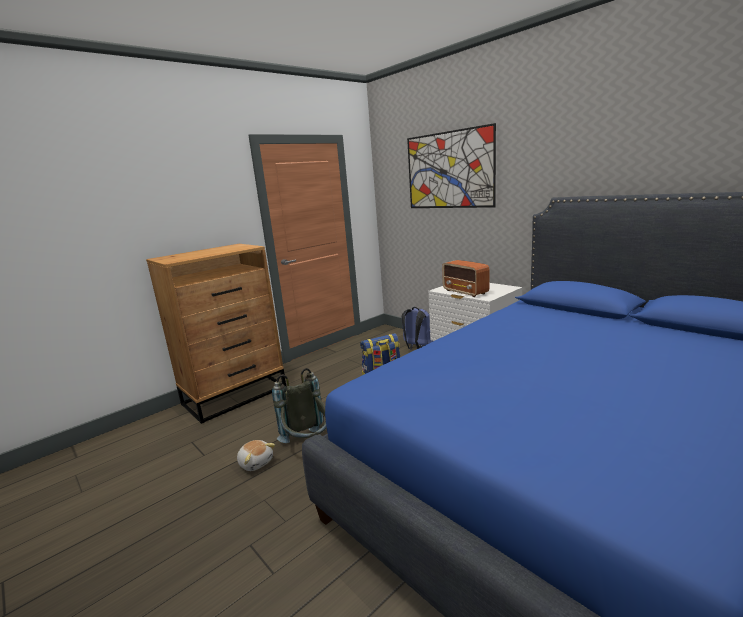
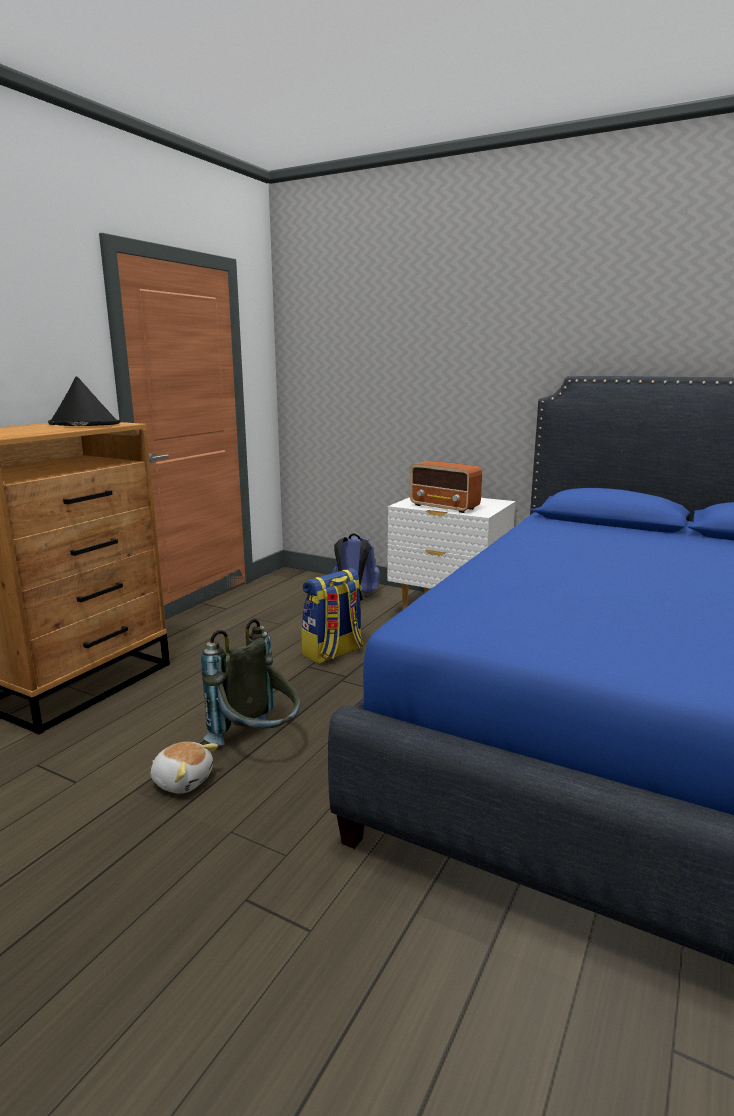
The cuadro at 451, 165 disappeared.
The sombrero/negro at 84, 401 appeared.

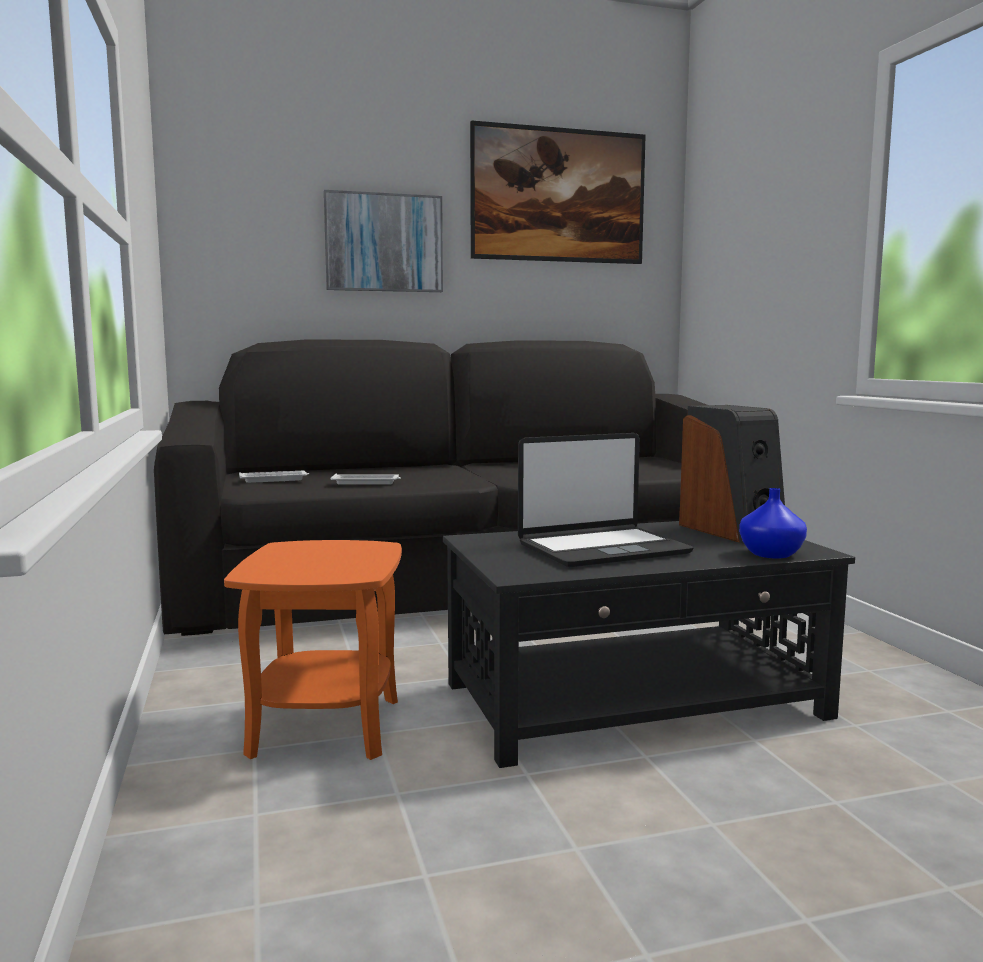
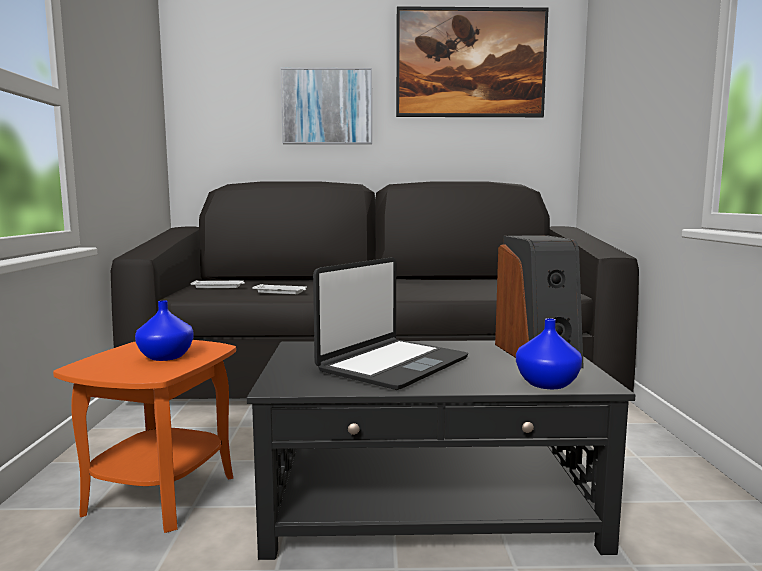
The florero/azul at 164, 331 appeared.
The portátil at 605, 500 turned 45 degrees counterclockwise.

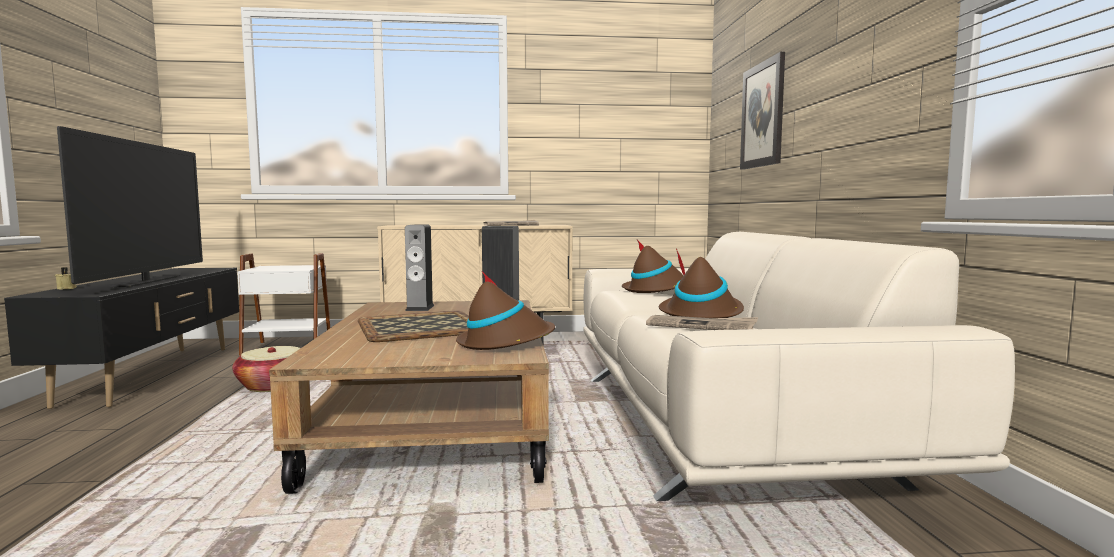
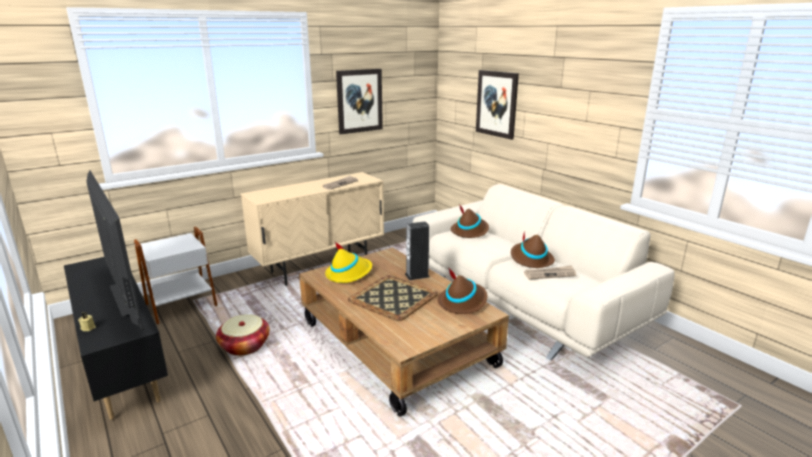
The cuadro at 359, 102 appeared.
The altavoz at 419, 267 was replaced by the sombrero/amarillo at 348, 262.

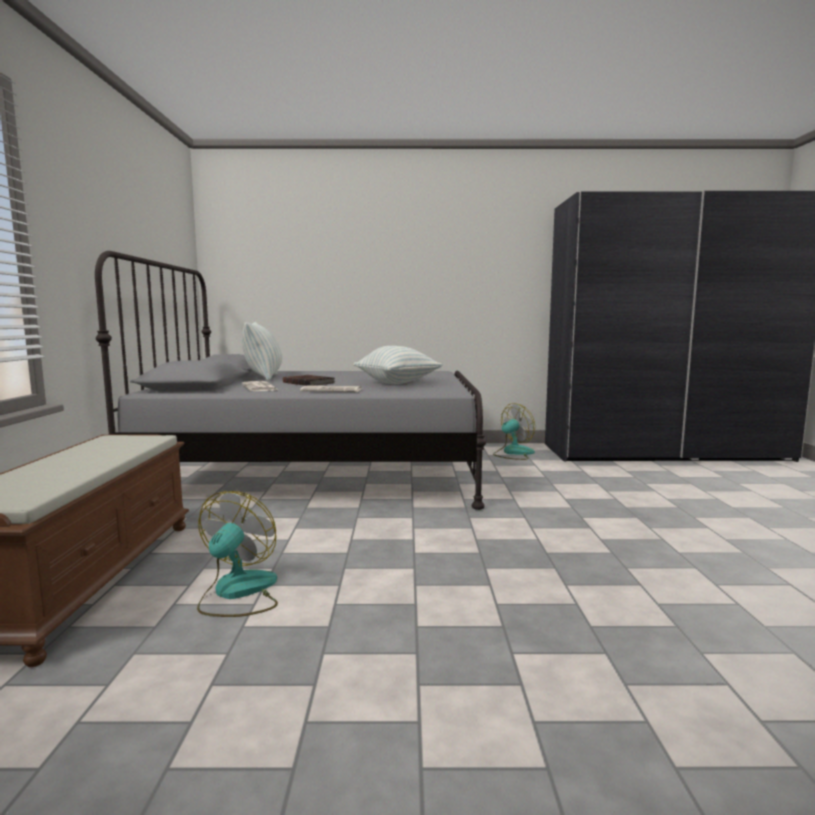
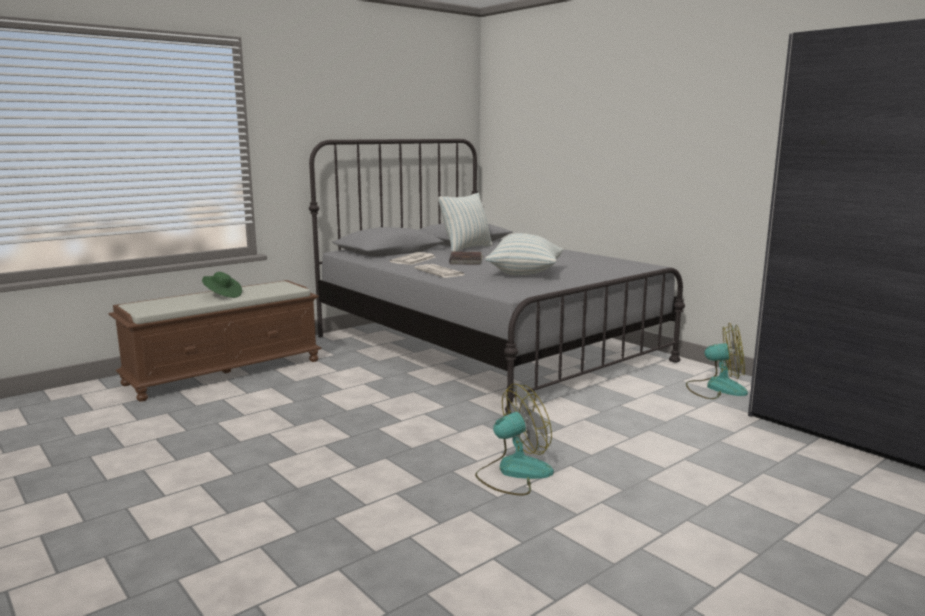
The sombrero/verde at 222, 285 appeared.
The ventilador moved from 237, 554 to 514, 440.

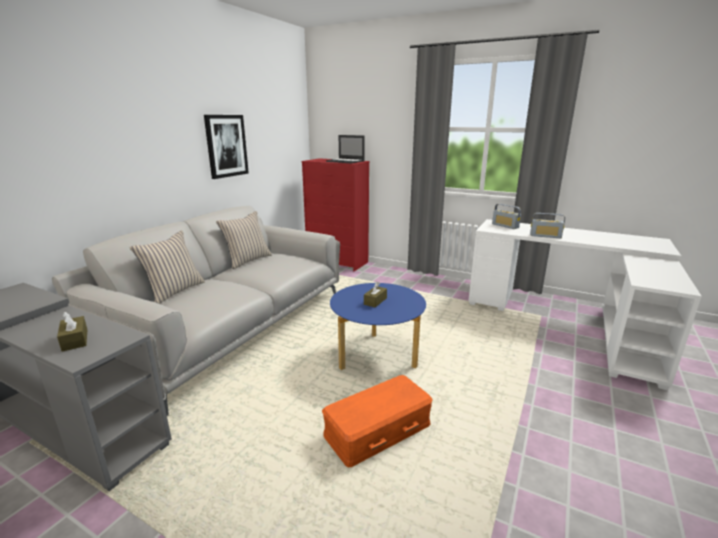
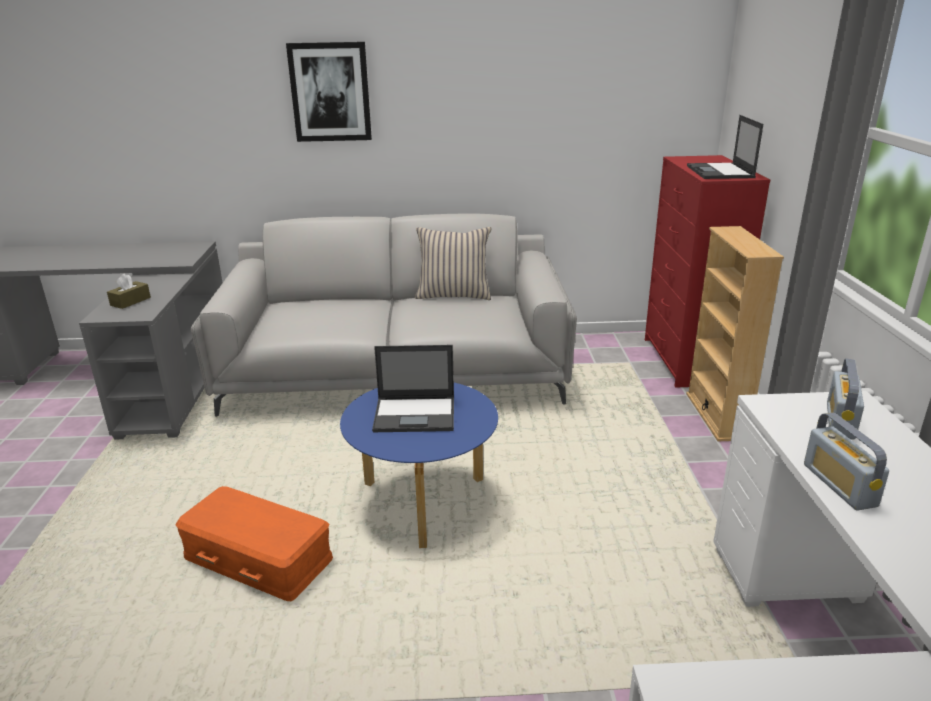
The cojín/beis at 167, 267 disappeared.
The estantería/beis at 735, 333 appeared.
The cuadro moved from 226, 147 to 329, 92.
The caja de pañuelos/marrón at 375, 295 was replaced by the portátil at 413, 388.

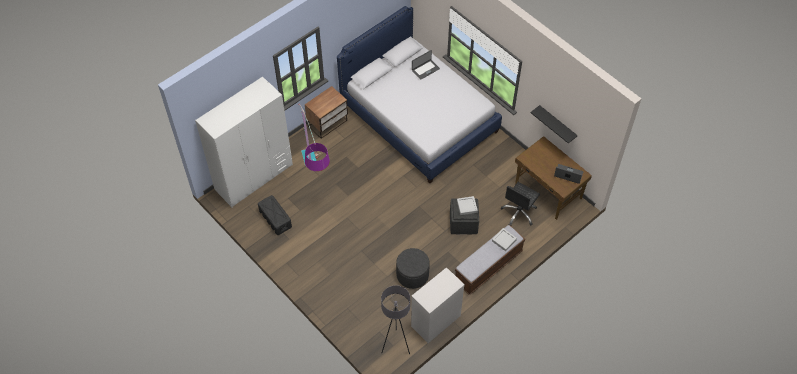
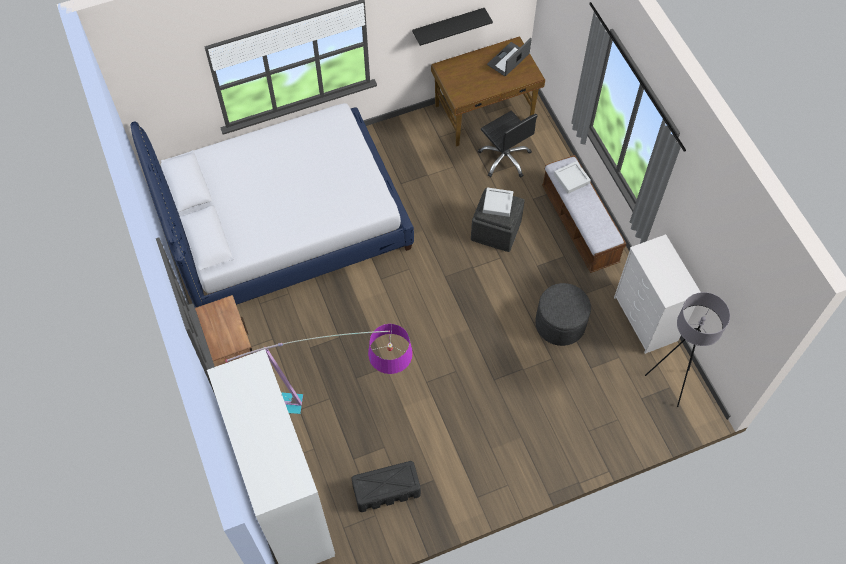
The portátil at 426, 65 disappeared.

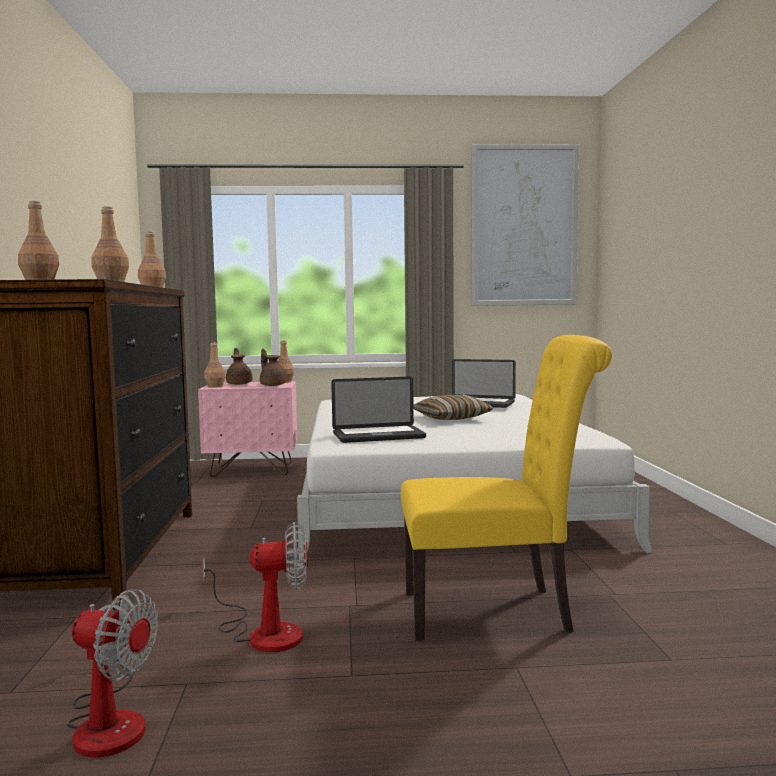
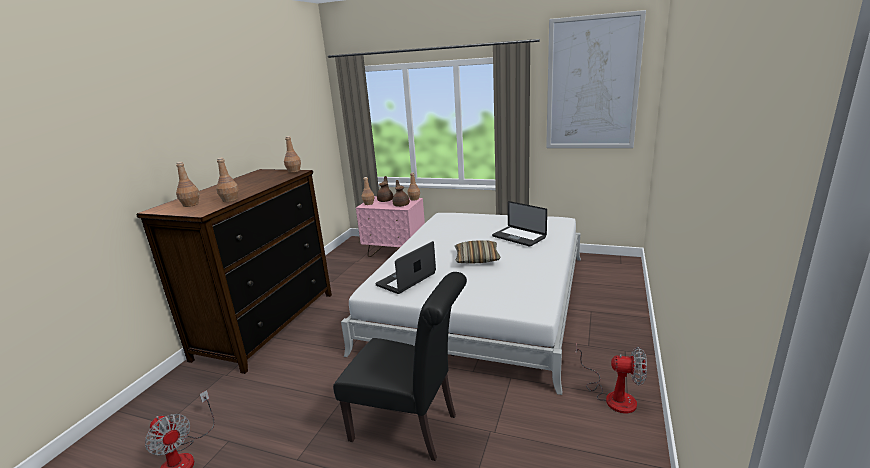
The ventilador moved from 255, 587 to 611, 377.
The silla/amarillo at 506, 488 became the silla/negro at 400, 366.
The portátil at 378, 410 turned 120 degrees clockwise.

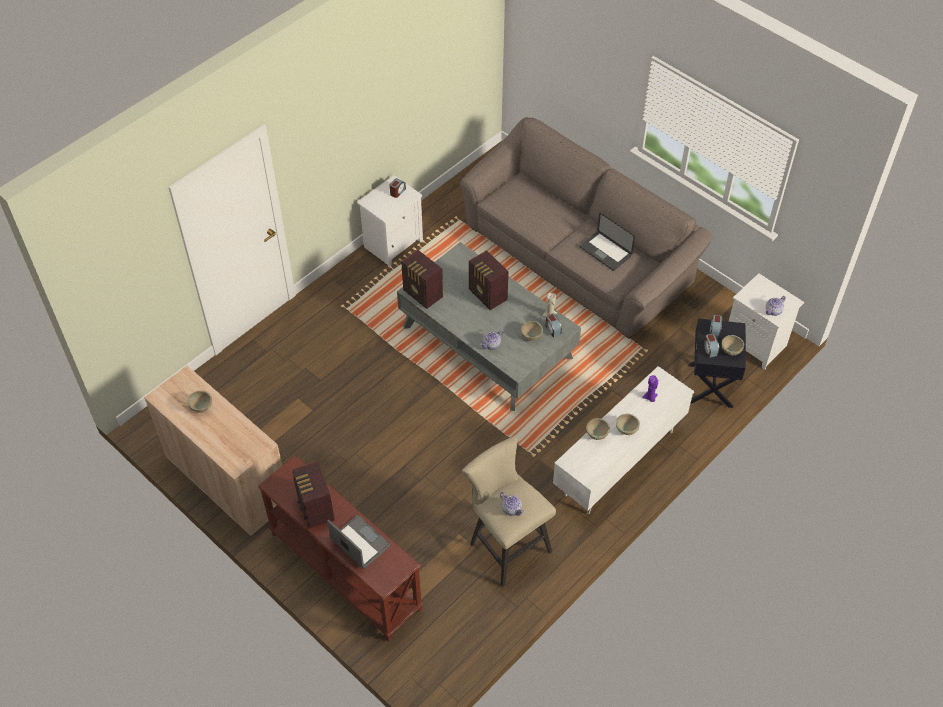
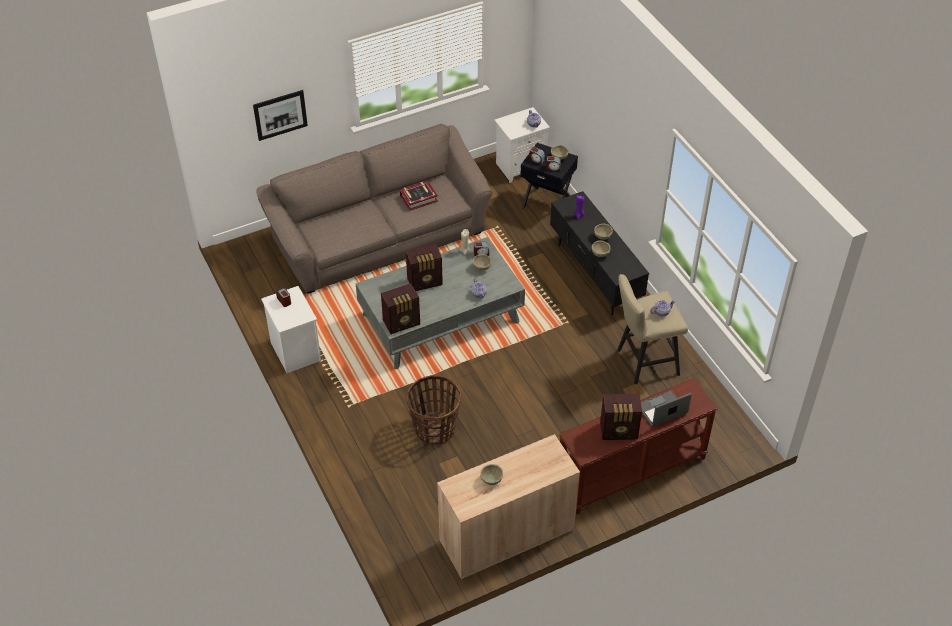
The cuadro at 280, 115 appeared.
The cesta at 433, 410 appeared.
The portátil at 607, 241 was replaced by the libro at 419, 196.
The mueble de televisión/blanco at 623, 440 became the mueble de televisión/negro at 599, 253.

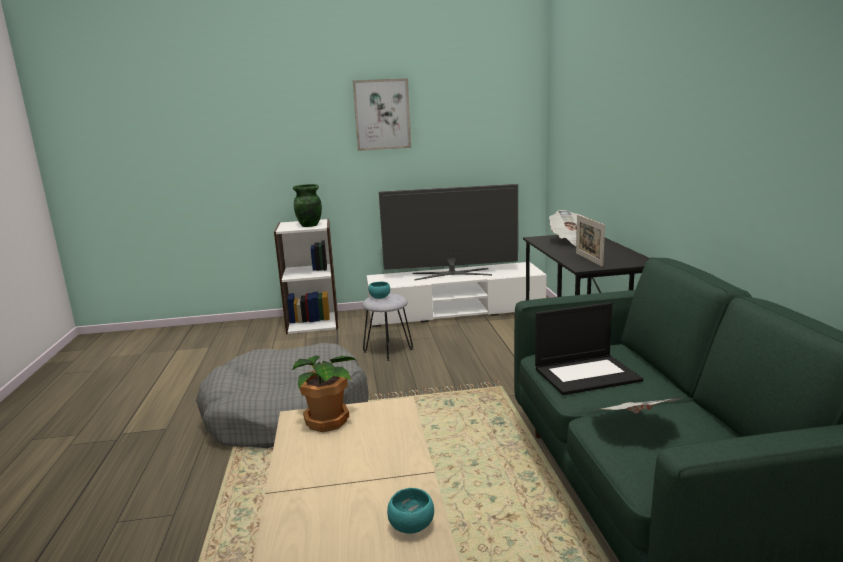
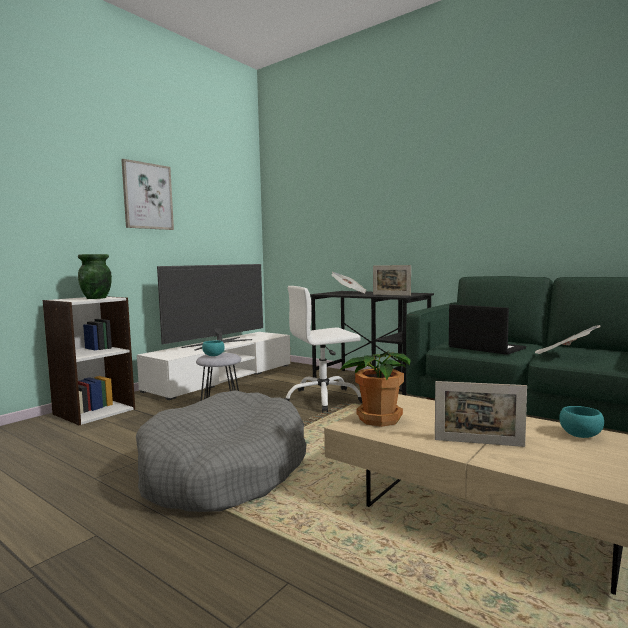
The silla de oficina/blanco at 323, 349 appeared.
The portarretratos at 481, 414 appeared.
The portátil at 589, 348 turned 75 degrees counterclockwise.

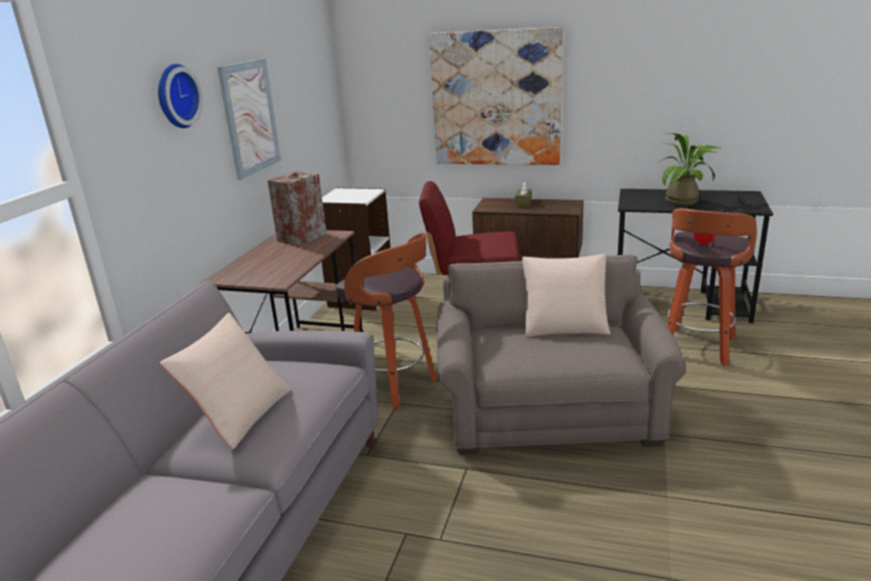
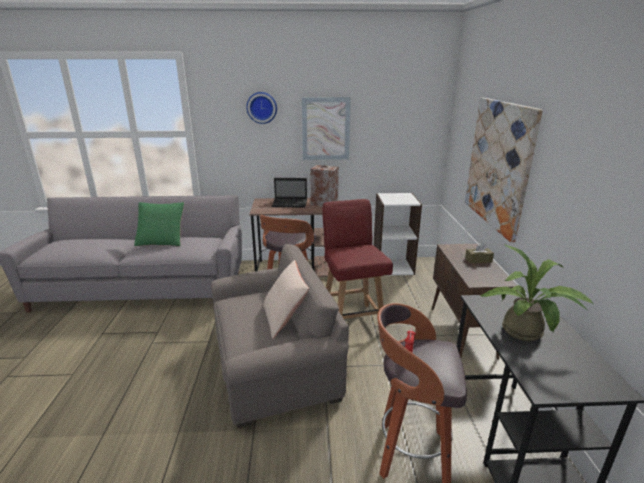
The portátil at 289, 193 appeared.
The cojín/beis at 225, 381 became the cojín/verde at 159, 224.

